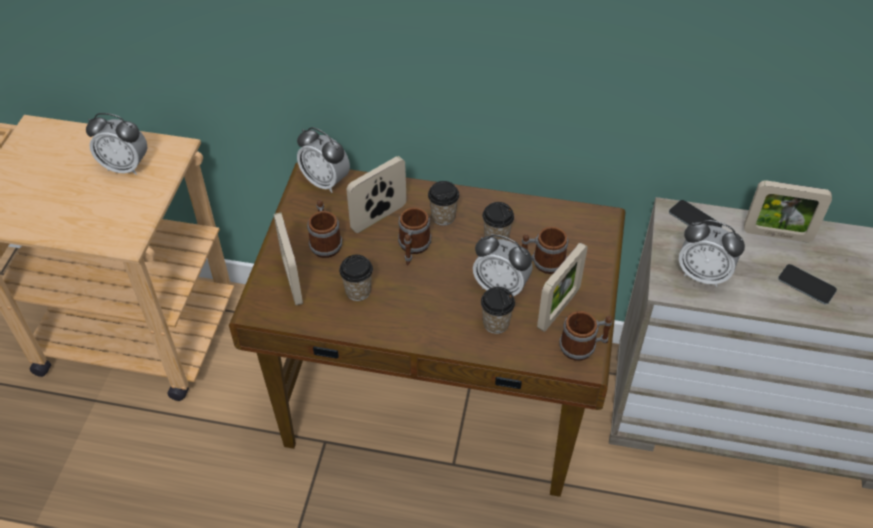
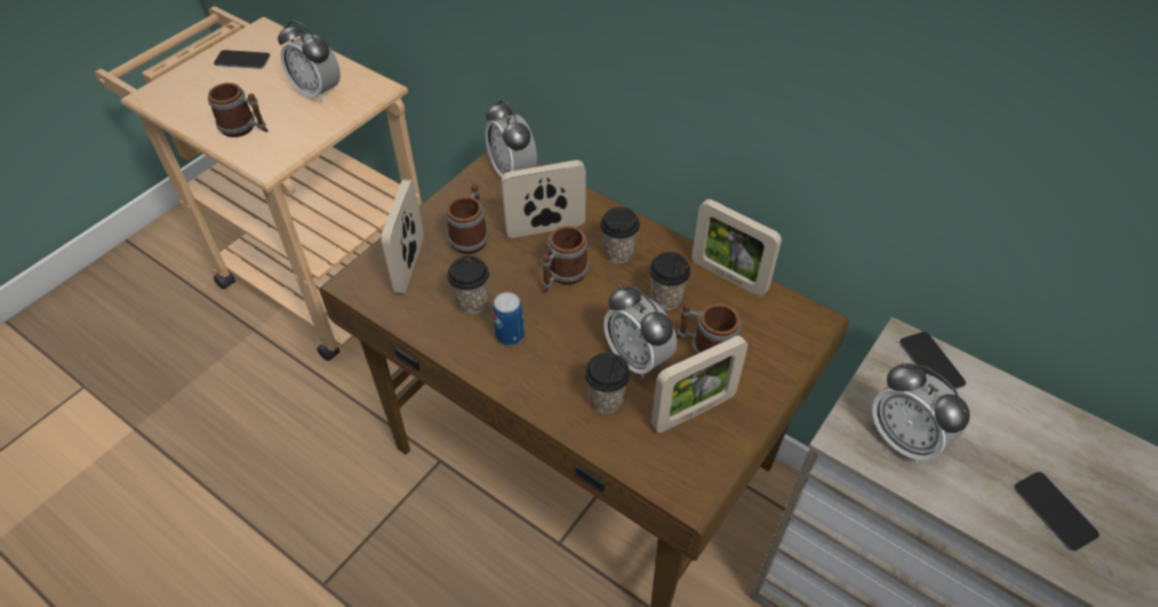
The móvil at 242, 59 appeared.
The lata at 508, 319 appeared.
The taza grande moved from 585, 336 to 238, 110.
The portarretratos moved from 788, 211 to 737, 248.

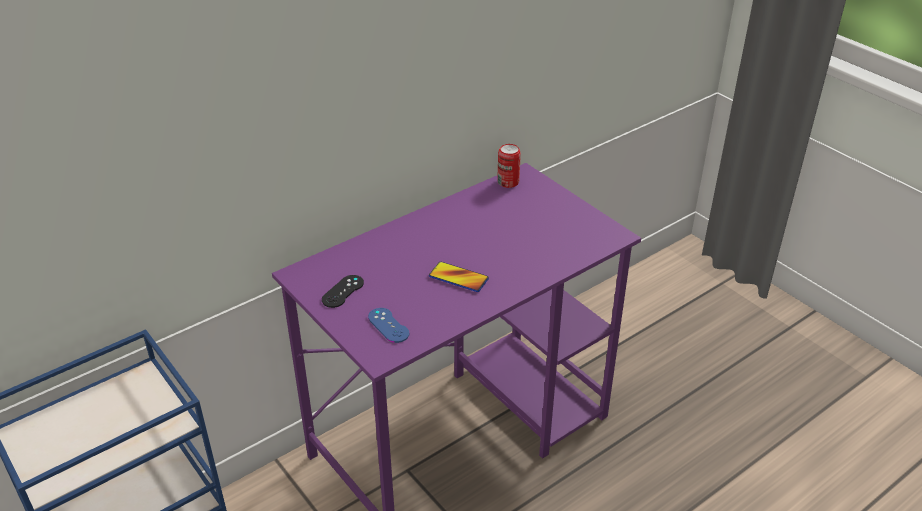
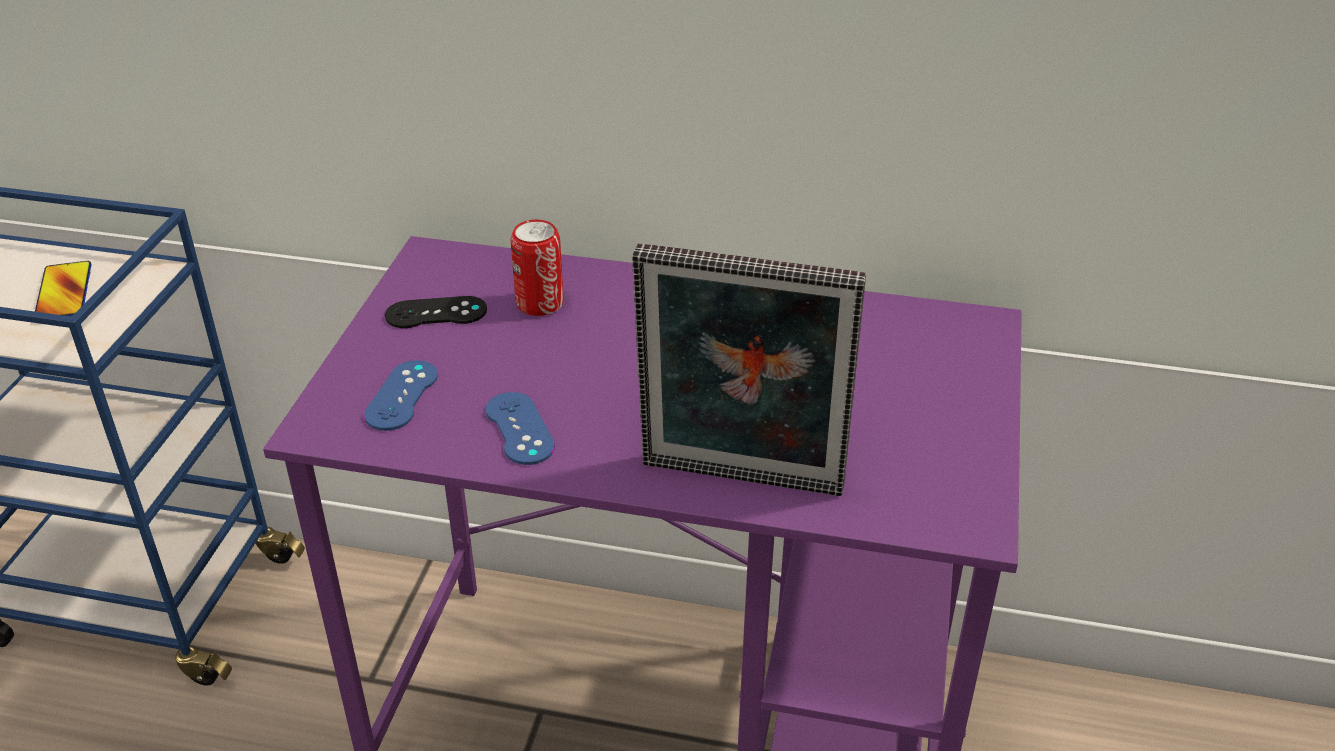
The mando de consola/azul at 520, 428 appeared.
The portarretratos at 749, 370 appeared.
The móvil moved from 459, 277 to 63, 288.
The lata moved from 509, 166 to 537, 267.

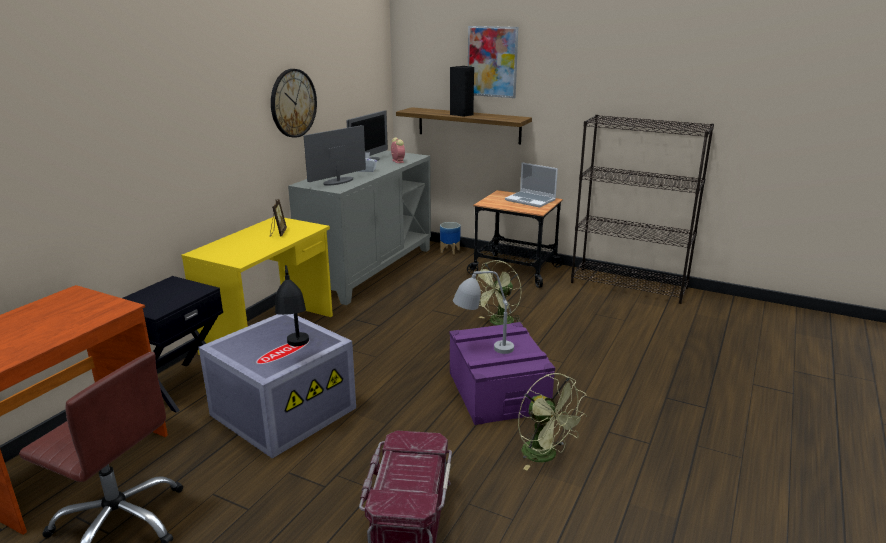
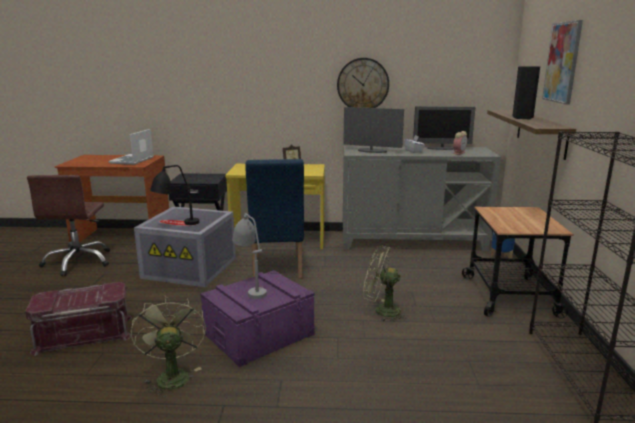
The silla/azul at 274, 219 appeared.
The portátil moved from 531, 185 to 131, 147.
The ventilador/verde at 552, 421 turned 135 degrees clockwise.

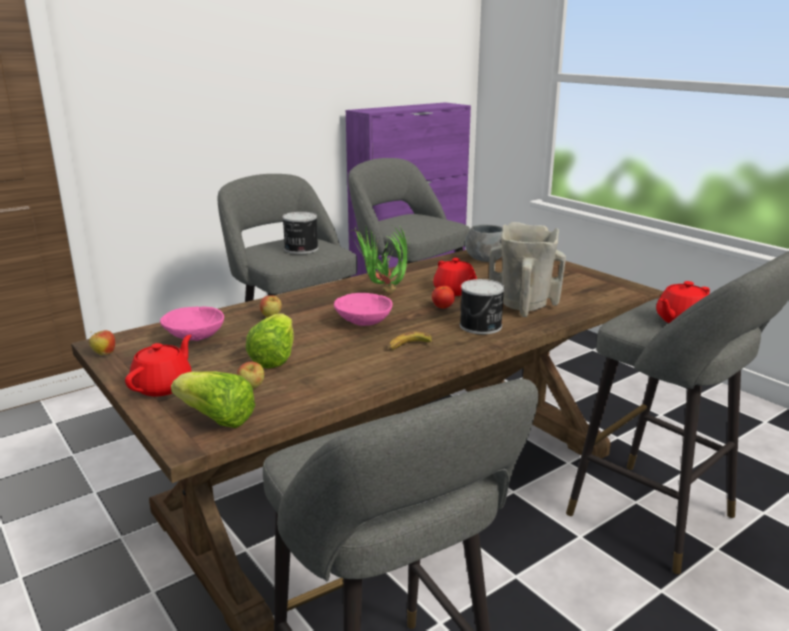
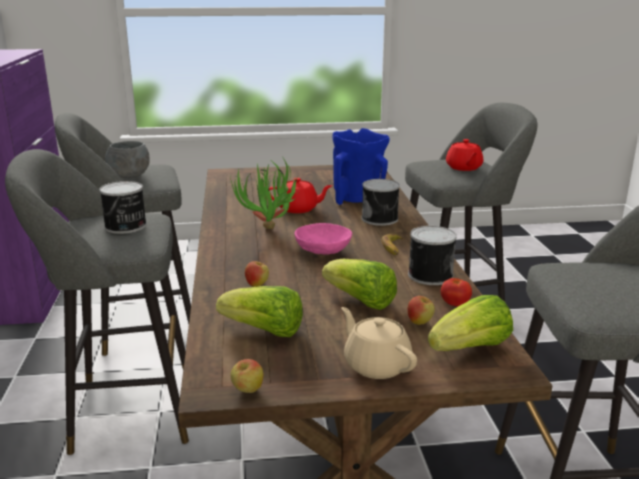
The lata at 432, 255 appeared.
The tomate moved from 443, 297 to 456, 292.
The cuenco/gris moved from 484, 243 to 127, 159.
The cuenco/rosa at 192, 323 was replaced by the lechuga at 259, 311.
The tetera/rojo at 158, 365 became the tetera/beis at 379, 343.
The florero/beis at 527, 269 became the florero/azul at 361, 166.

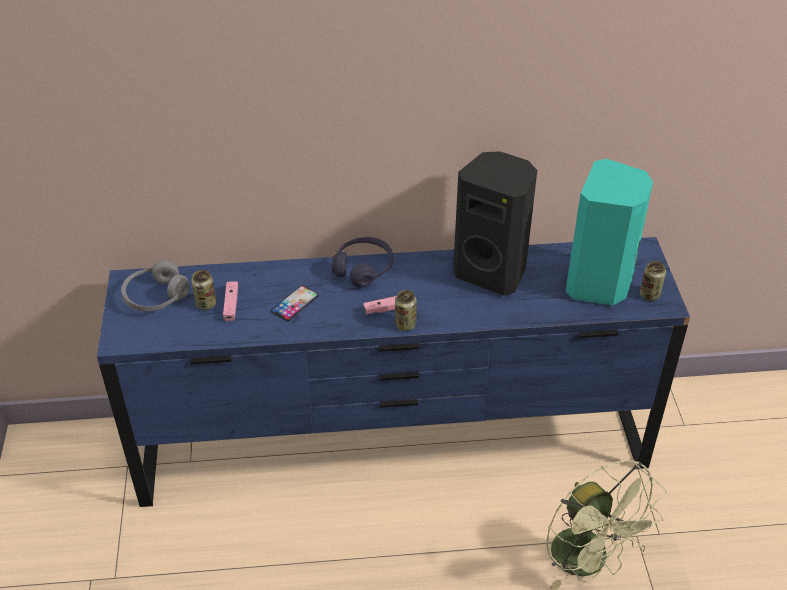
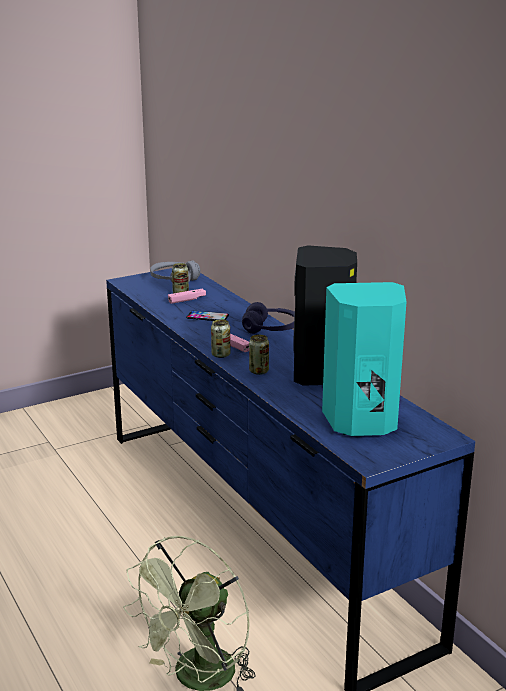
The lata moved from 653, 281 to 259, 355.

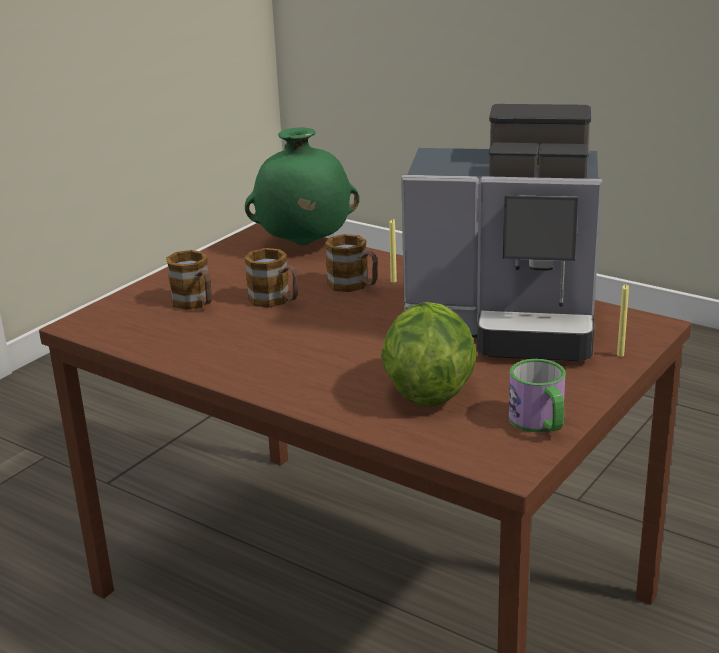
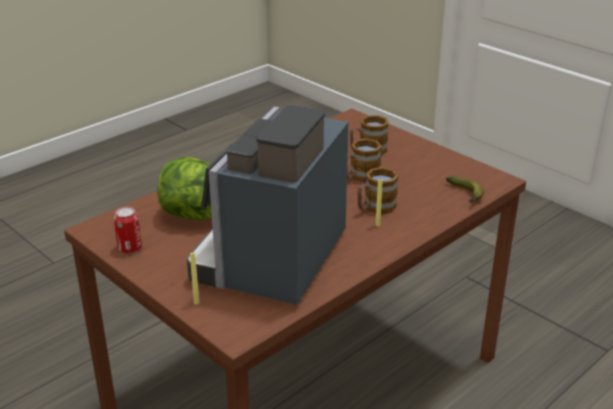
The florero/verde at 302, 186 was replaced by the plátano at 465, 189.
The taza grande at 537, 396 was replaced by the lata at 128, 230.

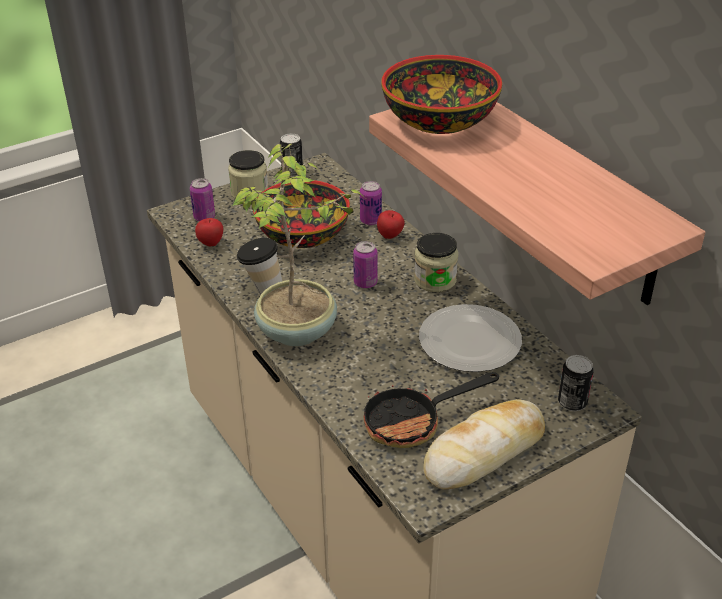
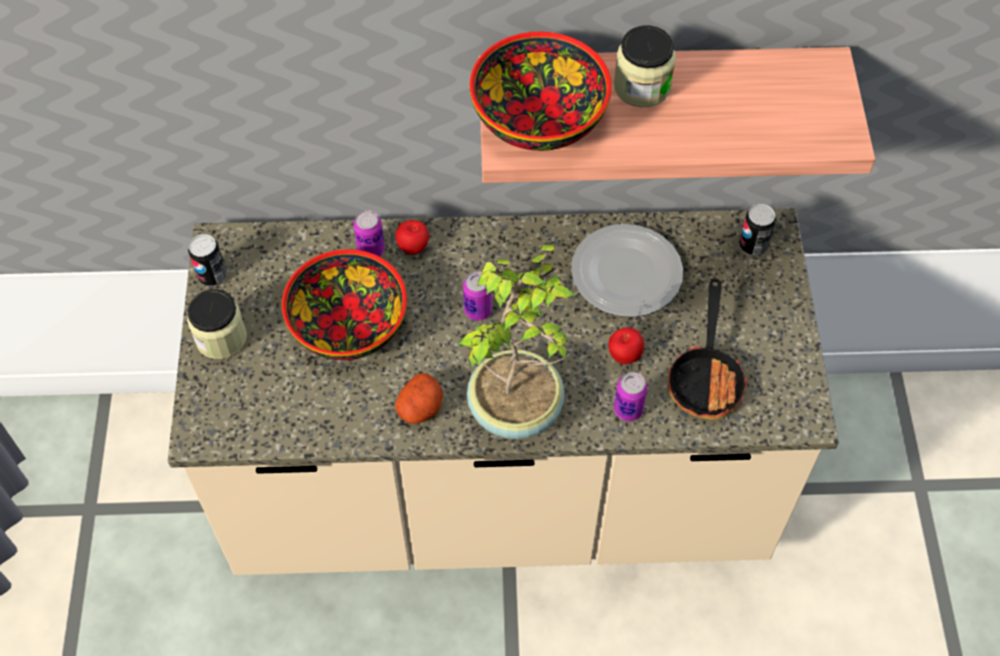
The pan at 484, 444 disappeared.
The lata moved from 202, 199 to 630, 396.
The manzana moved from 209, 232 to 626, 346.
The tarro moved from 436, 262 to 645, 66.
The taza at 259, 266 was replaced by the patata at 419, 398.

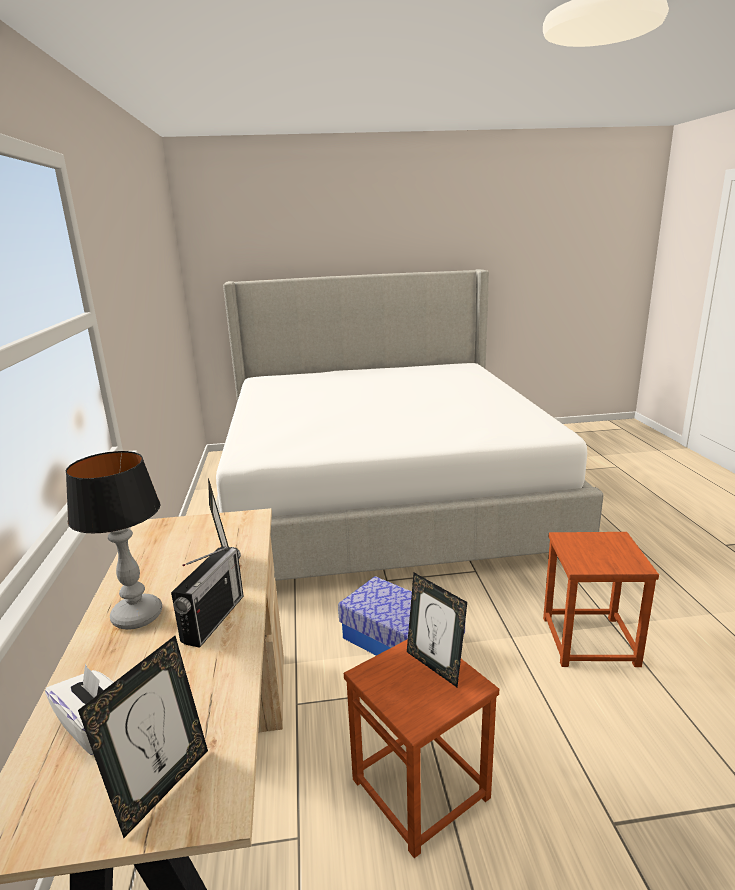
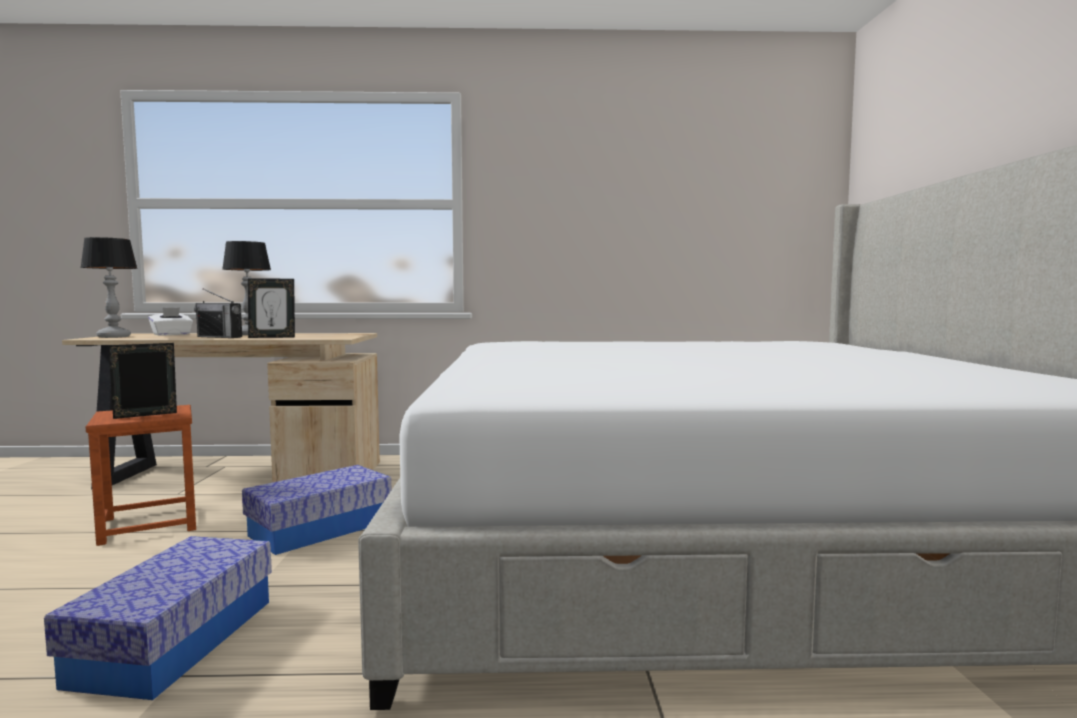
The portarretratos at 143, 737 was replaced by the lámpara de mesa at 109, 287.
The taburete/marrón at 601, 599 was replaced by the caja de almacenaje at 158, 618.

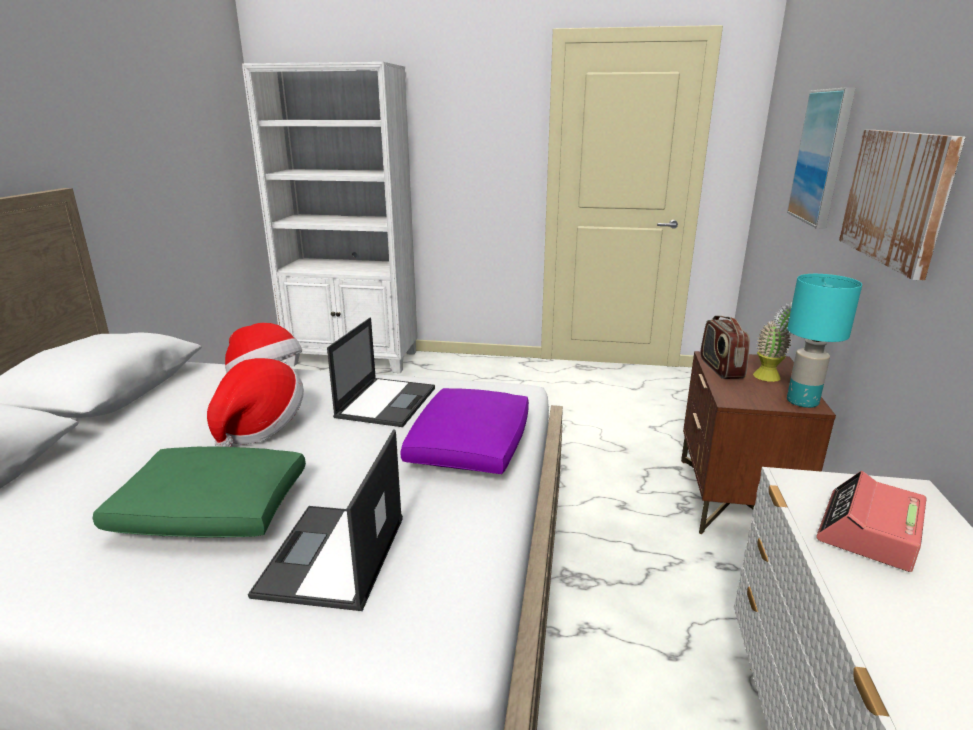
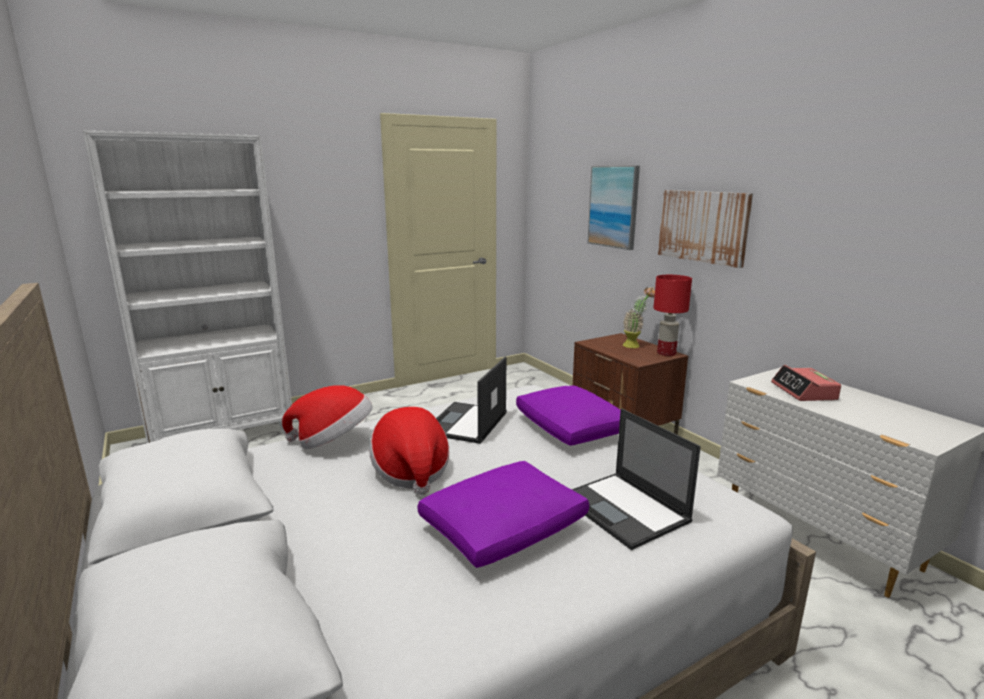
The radio at 725, 347 disappeared.
The cojín/verde at 199, 492 became the cojín/morado at 503, 514.
The lámpara de mesa/turquesa at 824, 341 became the lámpara de mesa/rojo at 672, 315.
The portátil at 381, 372 turned 135 degrees counterclockwise.

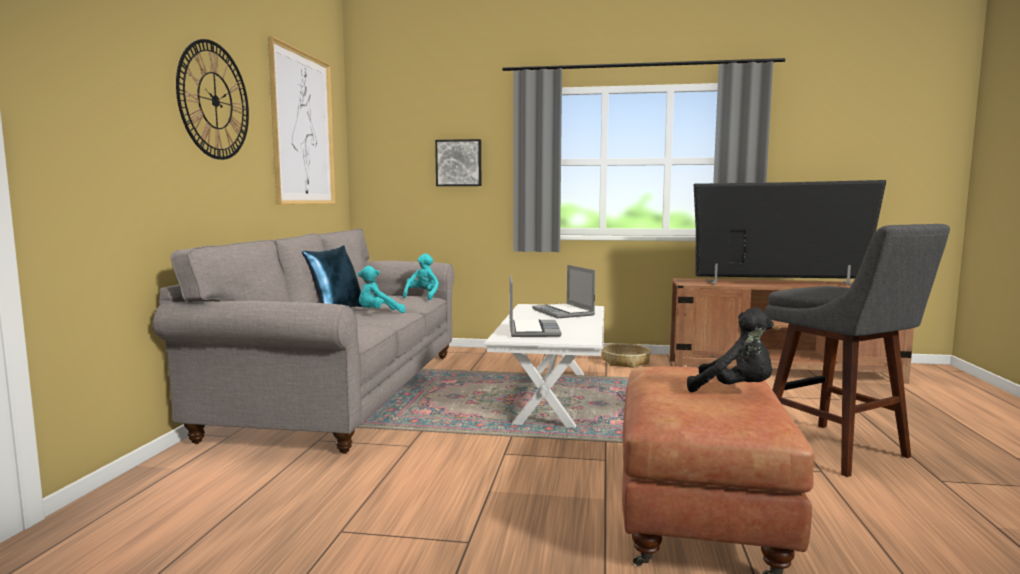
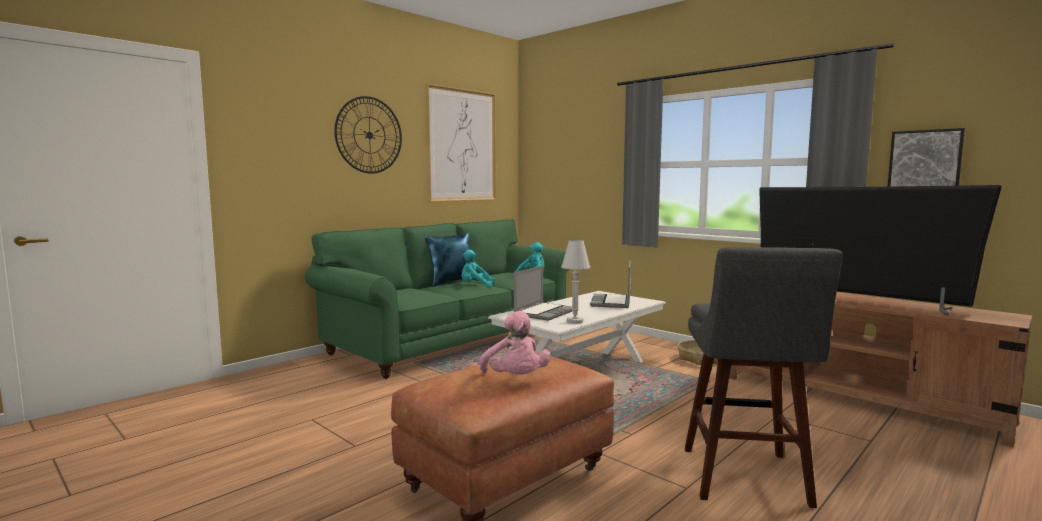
The lámpara de mesa/blanco at 575, 282 appeared.
The cuadro moved from 458, 162 to 926, 157.
The sofá/gris at 303, 341 became the sofá/verde at 437, 299.
The peluche/negro at 730, 349 became the peluche/rosa at 515, 343.

